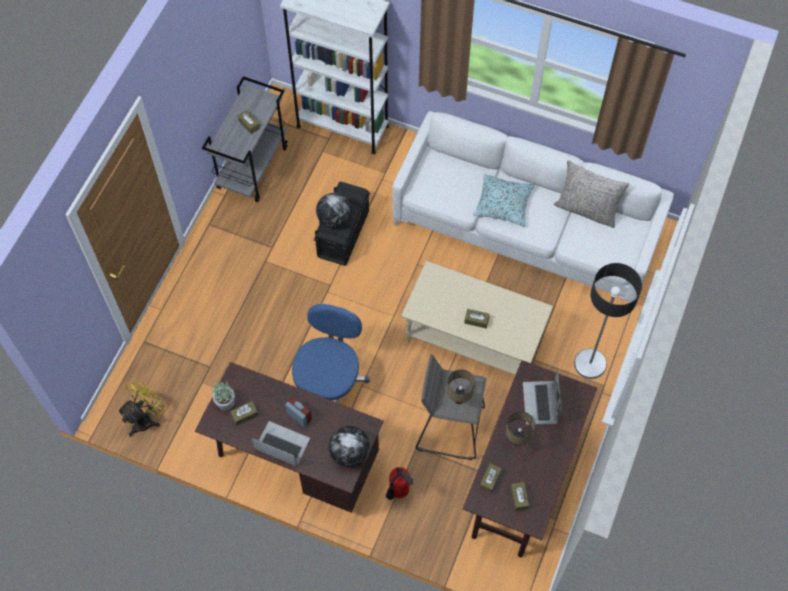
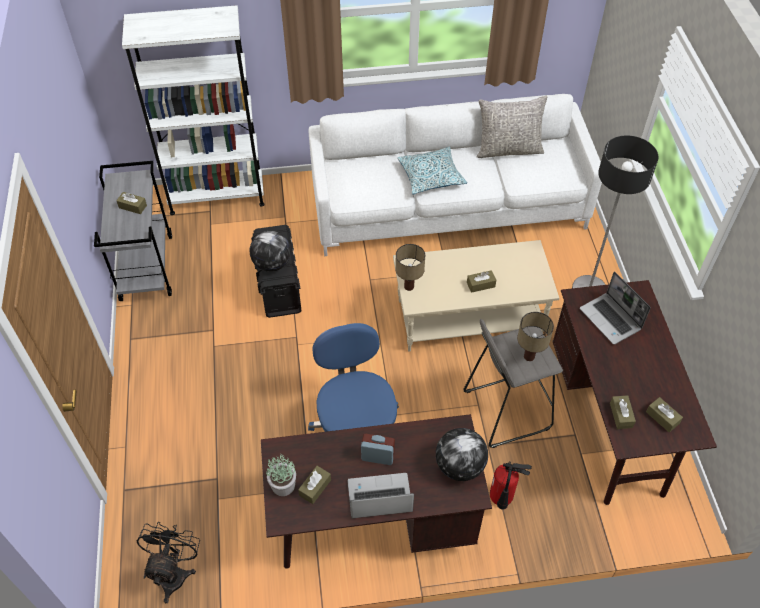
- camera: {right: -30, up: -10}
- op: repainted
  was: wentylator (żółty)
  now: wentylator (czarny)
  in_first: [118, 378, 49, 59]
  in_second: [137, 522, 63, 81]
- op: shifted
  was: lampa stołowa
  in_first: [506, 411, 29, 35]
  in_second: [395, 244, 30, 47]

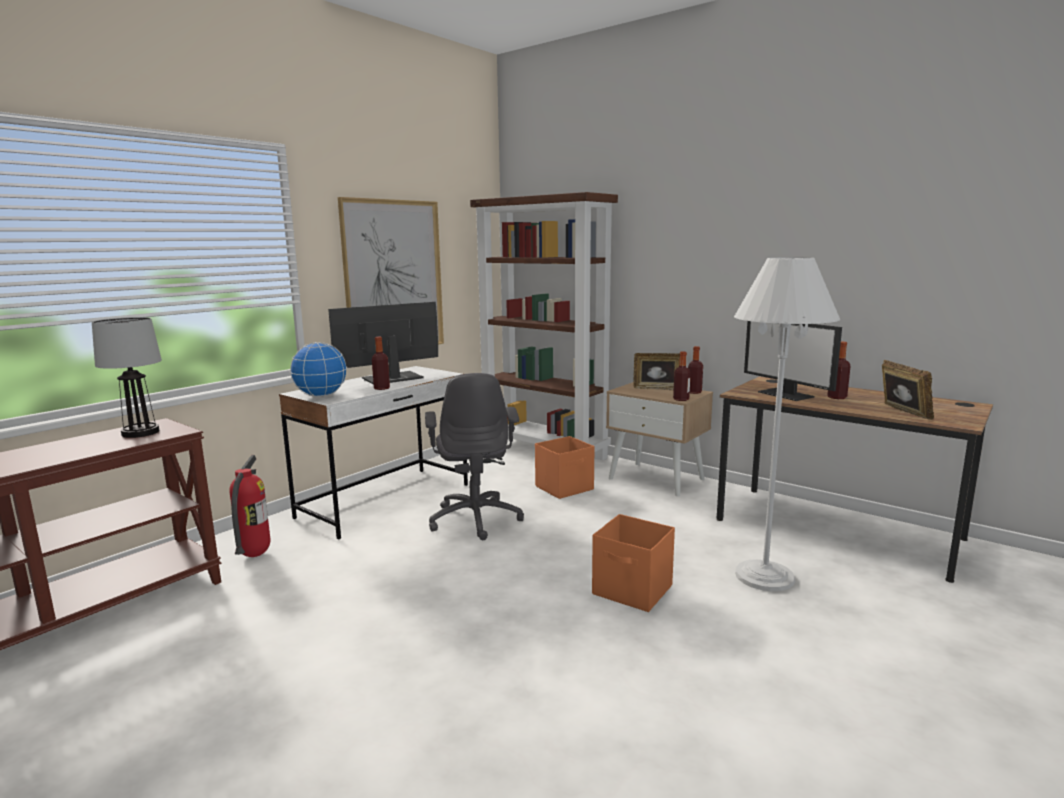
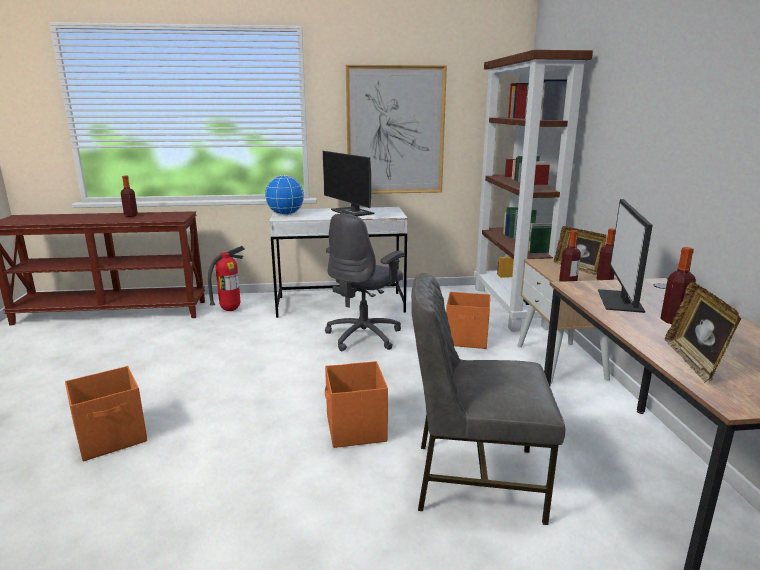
- camera: {right: 45, up: 5}
- op: swapped
  was: lampa stojąca (biały)
  now: krzesło (szary)
  in_first: [734, 257, 106, 334]
  in_second: [411, 273, 154, 252]
- op: rotated
  was: monitor
  in_first: [328, 302, 110, 82]
  in_second: [323, 151, 52, 66]
  clockwise: -135
- op: gone
  was: lampa stołowa
  in_first: [92, 317, 70, 121]
- op: shifted
  was: butelka
  in_first: [372, 337, 18, 53]
  in_second: [121, 176, 17, 41]
- op: rotated
  was: ramka na zdjęcie
  in_first: [882, 360, 52, 59]
  in_second: [665, 281, 76, 102]
  clockwise: 150
- op: new
  now: pojemnik do przechowywania (pomarańczowy)
  in_second: [65, 366, 82, 95]

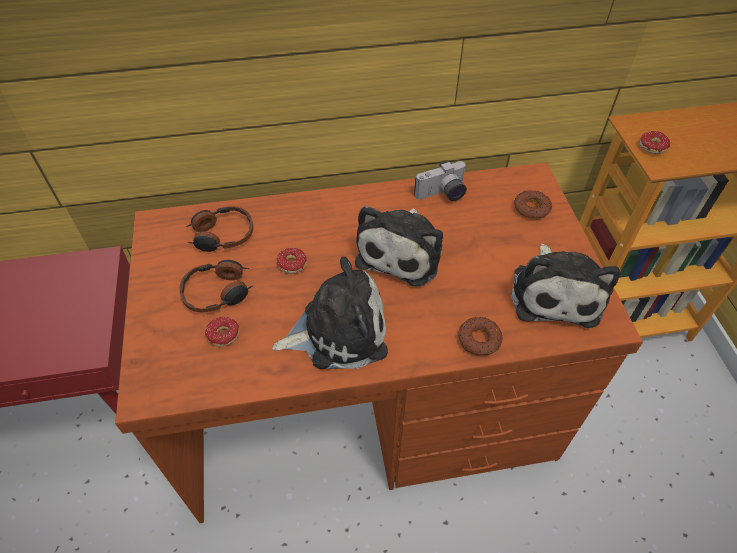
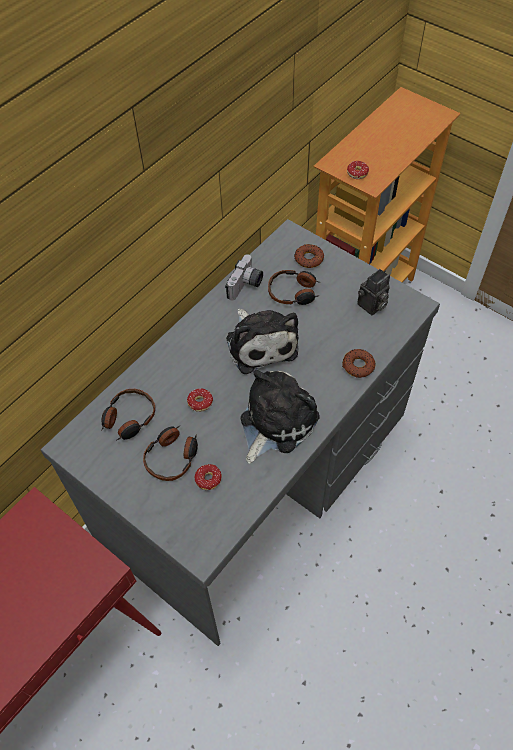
- camera: {right: -40, up: 5}
- op: repainted
  was: biurko (brązowy)
  now: biurko (szary)
  in_first: [115, 162, 528, 361]
  in_second: [41, 219, 399, 427]
- op: swapped
  was: pluszak
  now: aparat fotograficzny
  in_first: [511, 244, 109, 84]
  in_second: [357, 269, 33, 46]
- op: new
  now: słuchawki
  in_second: [268, 270, 52, 35]

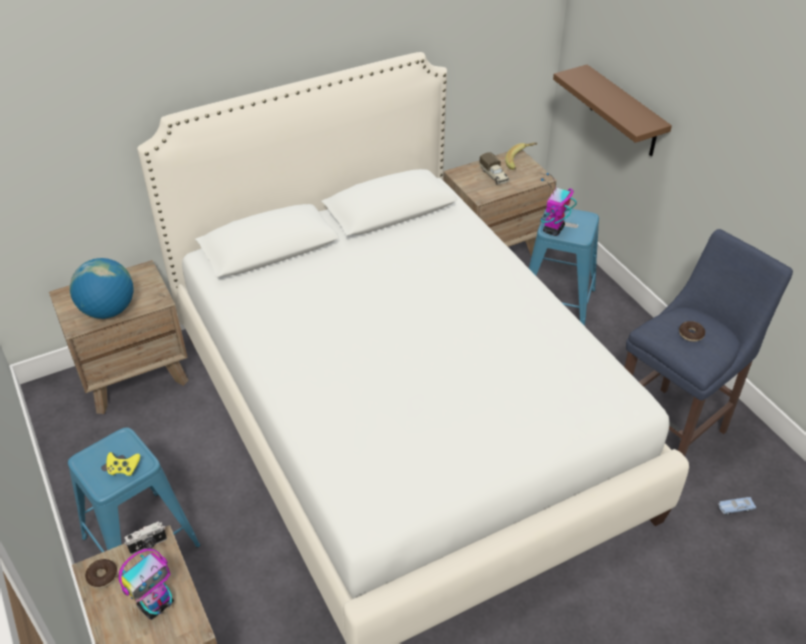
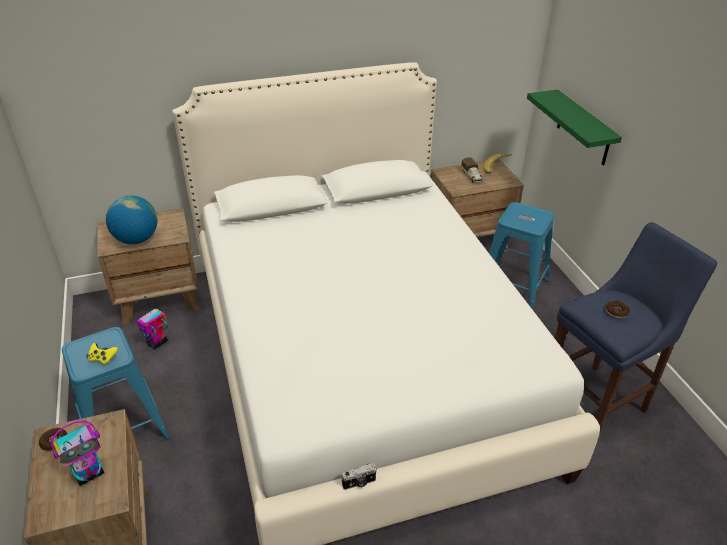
- camera: {right: 10, up: -5}
- op: repainted
  was: półka (brązowy)
  now: półka (zielony)
  in_first: [553, 65, 119, 91]
  in_second: [527, 89, 95, 77]
- op: shifted
  was: robot zabawkowy
  in_first: [541, 173, 36, 63]
  in_second: [135, 296, 33, 53]
- op: gone
  was: samochodzik (niebieski)
  in_first: [718, 497, 38, 18]
- op: shifted
  was: aparat fotograficzny
  in_first: [124, 521, 43, 33]
  in_second: [341, 463, 36, 27]

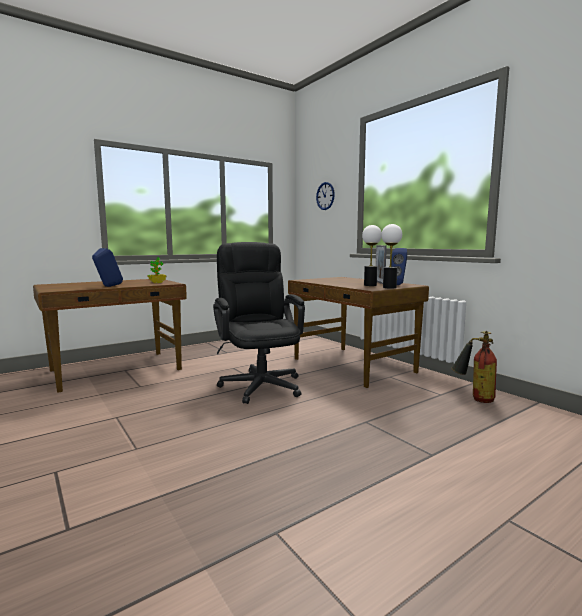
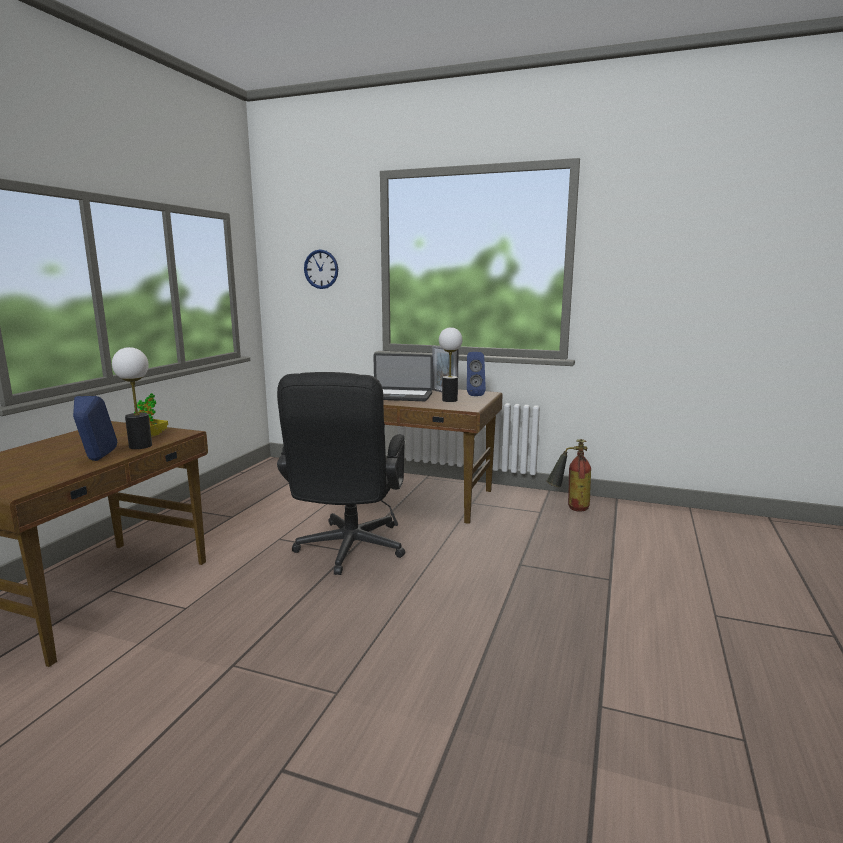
- camera: {right: -35, up: 5}
- op: shifted
  was: lampa stołowa
  in_first: [381, 224, 21, 64]
  in_second: [112, 347, 40, 102]
- op: rotated
  was: krzesło biurowe (czarny)
  in_first: [213, 242, 92, 162]
  in_second: [277, 372, 128, 203]
  clockwise: -120
- op: new
  now: laptop
  in_second: [373, 354, 60, 47]

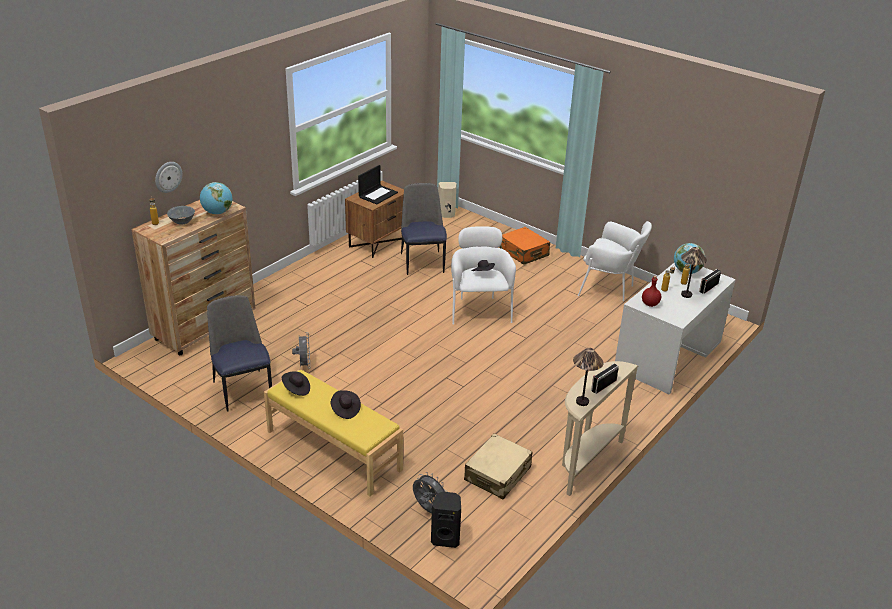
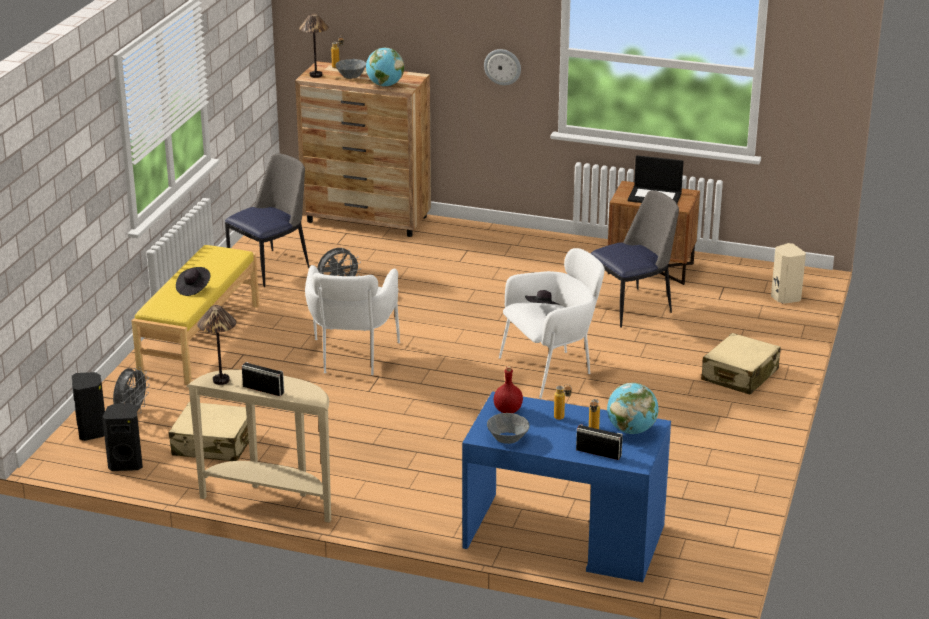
- camera: {right: 70, up: -5}
- op: shifted
  was: zegar ścienny
  in_first: [155, 162, 27, 31]
  in_second: [484, 49, 37, 36]
- op: shifted
  was: fotel (biały)
  in_first: [578, 221, 74, 80]
  in_second: [305, 265, 95, 110]
- op: repainted
  was: walizka (pomarańczowy)
  now: walizka (beżowy)
  in_first: [499, 227, 51, 38]
  in_second: [701, 333, 80, 62]
- op: shifted
  was: lampa stołowa
  in_first: [681, 247, 26, 51]
  in_second: [299, 13, 30, 65]
- op: repainted
  was: biurko (biały)
  now: biurko (niebieski)
  in_first: [615, 263, 121, 132]
  in_second: [462, 391, 209, 191]
- op: gone
  was: kapelusz (czarny)
  in_first: [282, 371, 28, 25]
- op: new
  now: głośnik (czarny)
  in_second: [102, 403, 41, 68]
- op: new
  now: miska (szary)
  in_second: [487, 413, 43, 31]

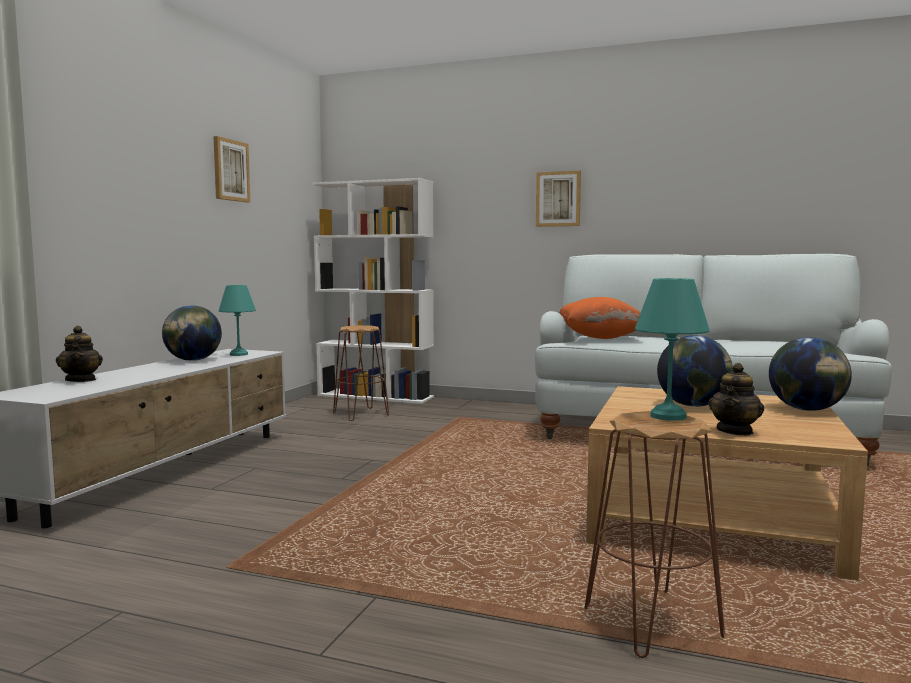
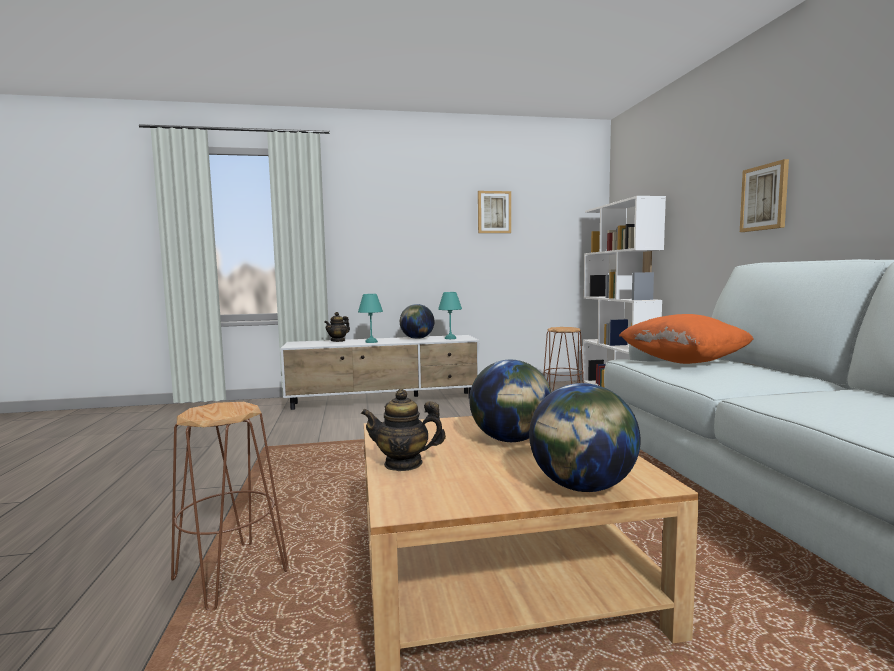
- camera: {right: 60, up: 0}
- op: shifted
  was: lampa stołowa (turkusowy)
  in_first: [635, 278, 75, 143]
  in_second: [358, 294, 25, 49]

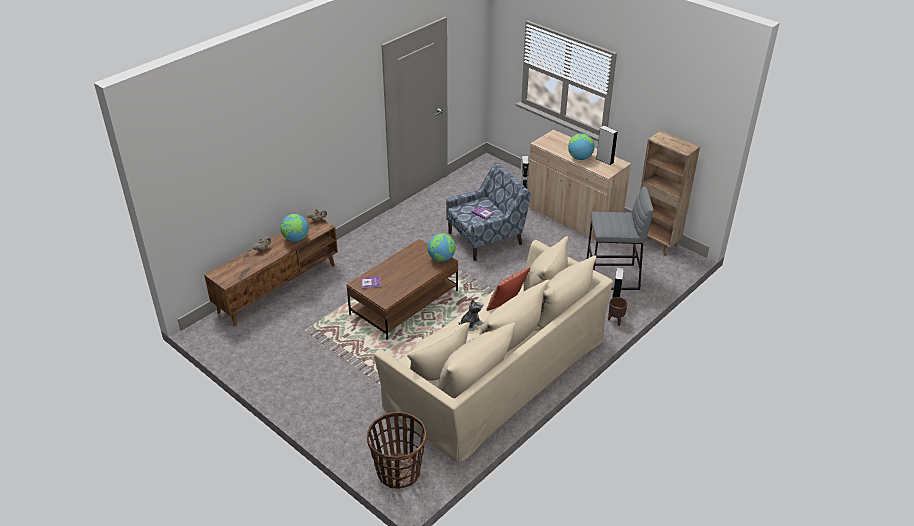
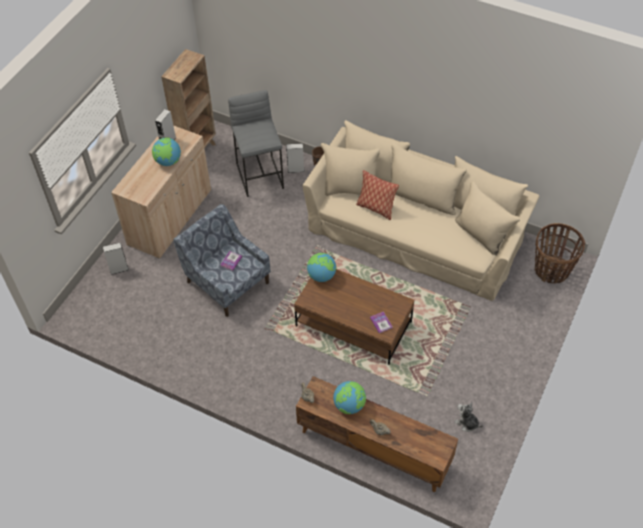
- camera: {right: -105, up: 15}
- op: shifted
  was: pluszak
  in_first: [459, 299, 25, 32]
  in_second: [454, 402, 29, 30]

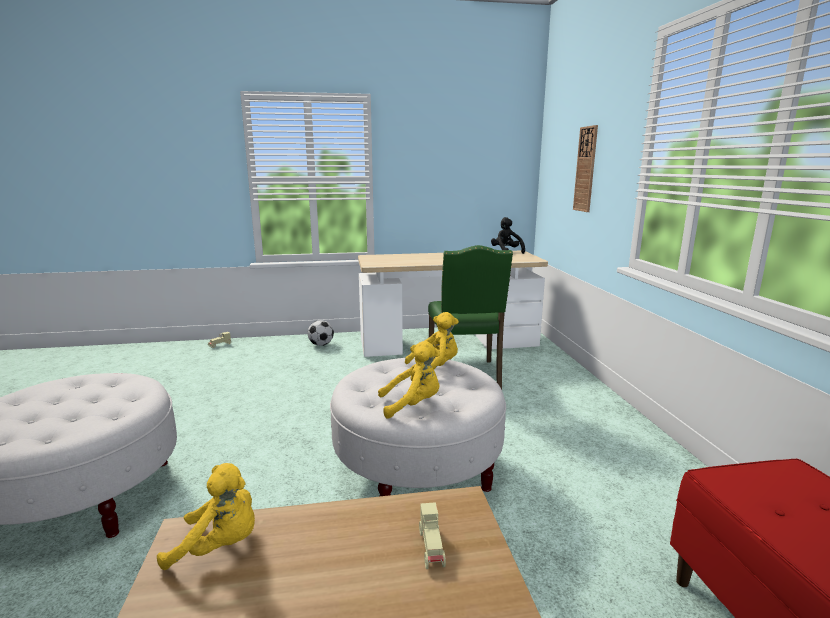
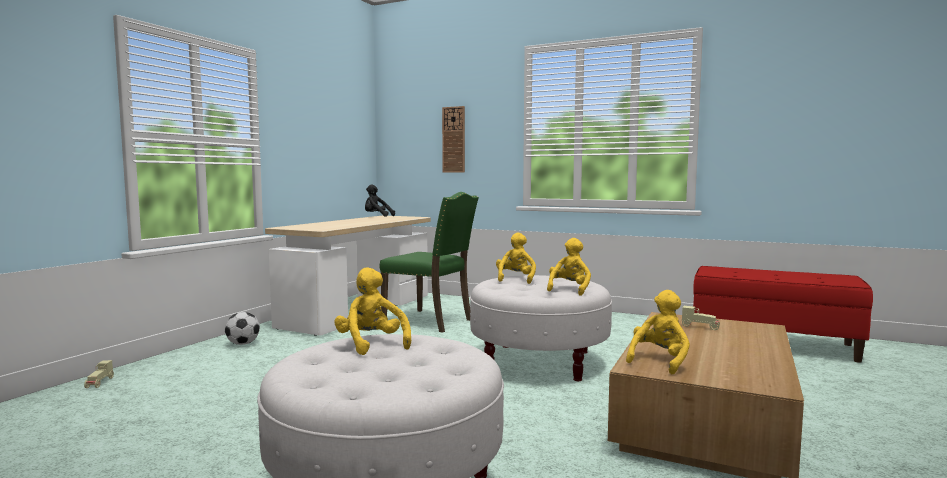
- camera: {right: -55, up: -10}
- op: new
  now: pluszak (żółty)
  in_second: [334, 267, 77, 88]

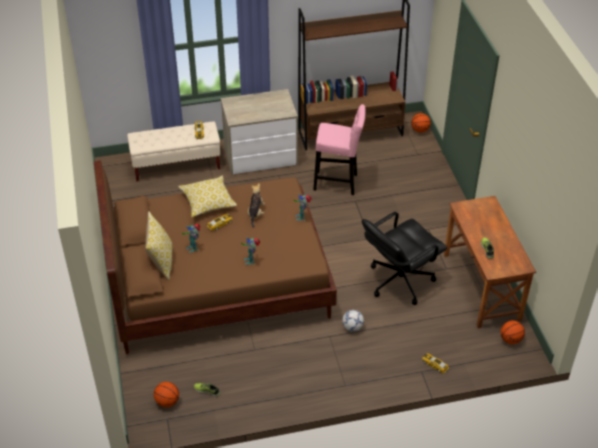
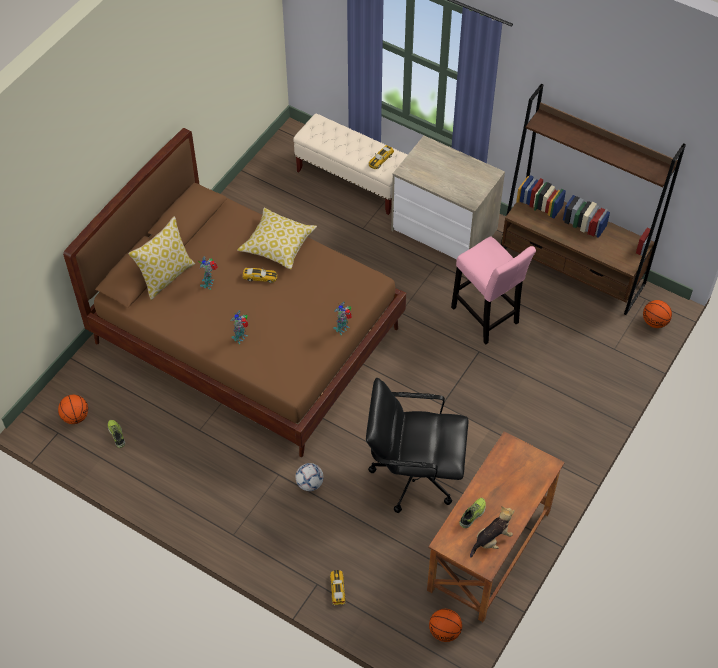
- camera: {right: 45, up: 10}
- op: shifted
  was: pluszak
  in_first: [248, 184, 17, 44]
  in_second: [470, 506, 45, 51]

